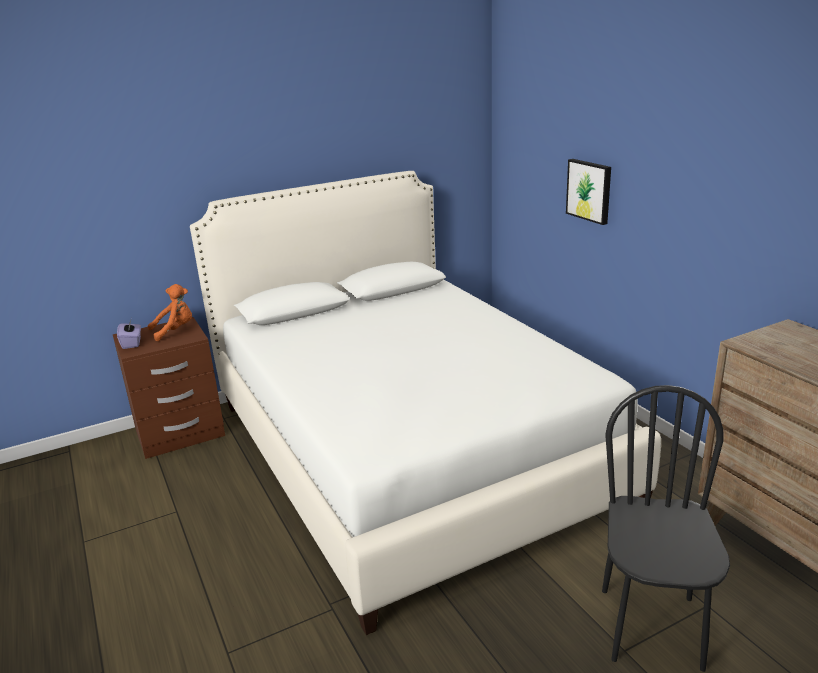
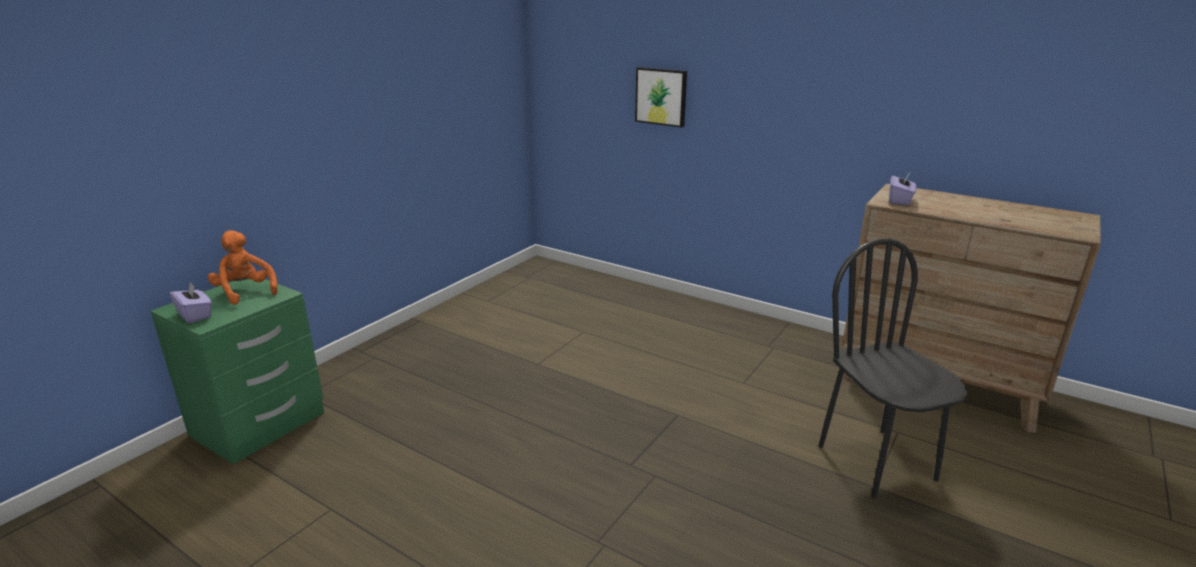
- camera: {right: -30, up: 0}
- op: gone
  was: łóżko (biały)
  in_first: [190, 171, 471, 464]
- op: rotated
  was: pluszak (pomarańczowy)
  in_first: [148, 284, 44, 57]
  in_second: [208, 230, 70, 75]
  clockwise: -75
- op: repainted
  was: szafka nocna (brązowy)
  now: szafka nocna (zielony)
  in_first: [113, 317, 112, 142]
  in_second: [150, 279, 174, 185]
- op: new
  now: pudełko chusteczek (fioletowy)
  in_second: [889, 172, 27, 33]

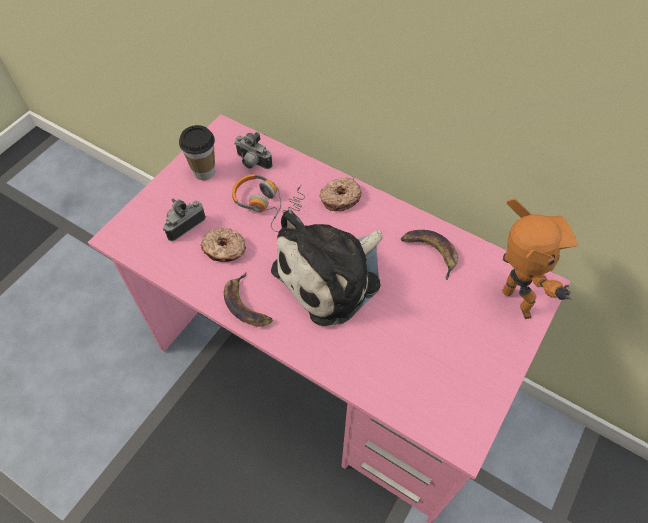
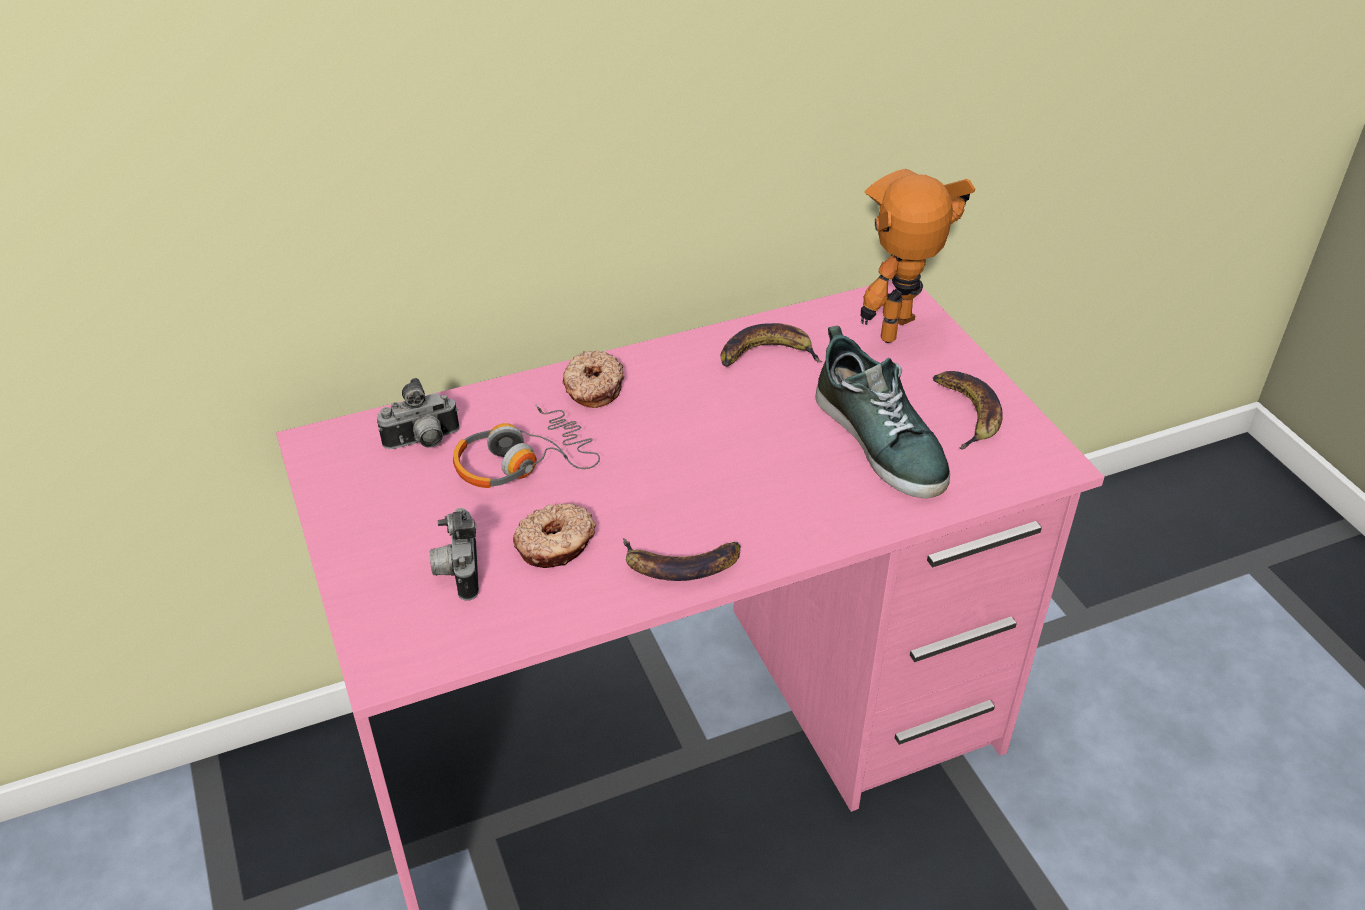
- camera: {right: -55, up: -15}
- op: gone
  was: filiżanka
  in_first: [179, 125, 36, 55]
- op: rotated
  was: robot zabawkowy
  in_first: [503, 198, 75, 121]
  in_second: [861, 169, 114, 174]
  clockwise: -60
- op: gone
  was: pluszak
  in_first: [271, 210, 111, 116]
- op: new
  now: but
  in_second: [815, 325, 135, 173]
- op: new
  now: banan
  in_second: [933, 371, 70, 79]

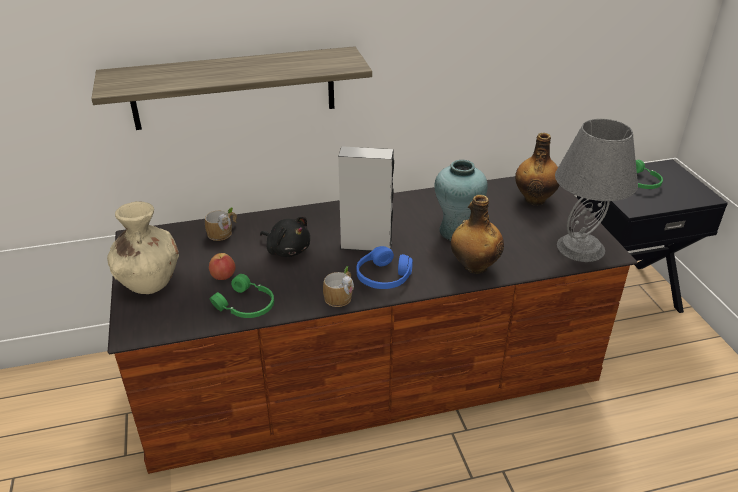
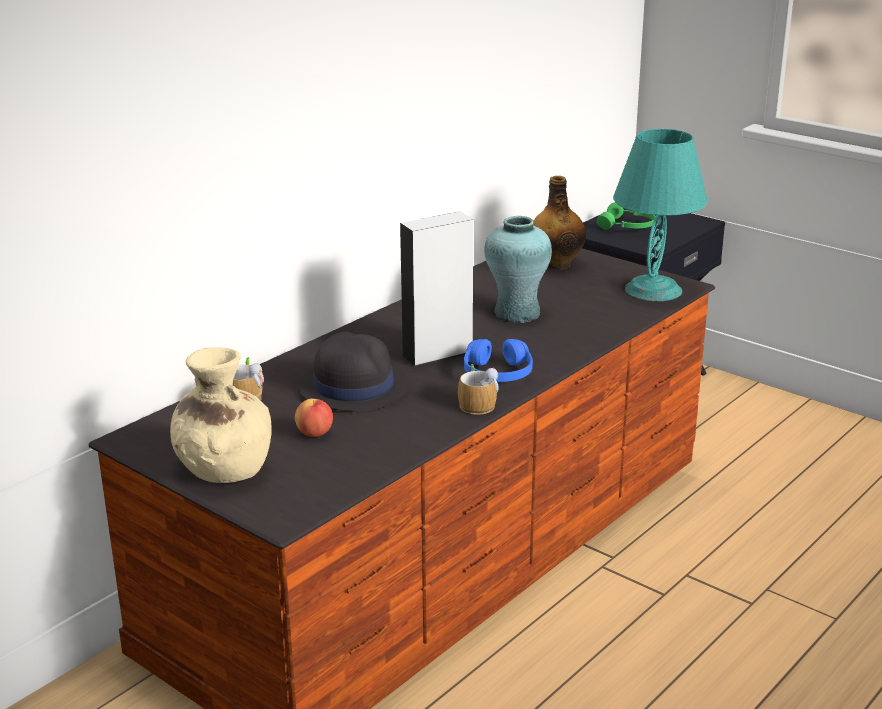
- camera: {right: -35, up: -10}
- op: gone
  was: półka
  in_first: [91, 46, 281, 84]
- op: repainted
  was: lampa stołowa (szary)
  now: lampa stołowa (turkusowy)
  in_first: [555, 119, 83, 143]
  in_second: [613, 129, 95, 172]
- op: gone
  was: butelka
  in_first: [451, 195, 53, 79]
- op: swapped
  was: pluszak (czarny)
  now: kapelusz (czarny)
  in_first: [260, 217, 50, 40]
  in_second: [298, 332, 112, 81]
- op: gone
  was: słuchawki (zielony)
  in_first: [210, 274, 64, 44]

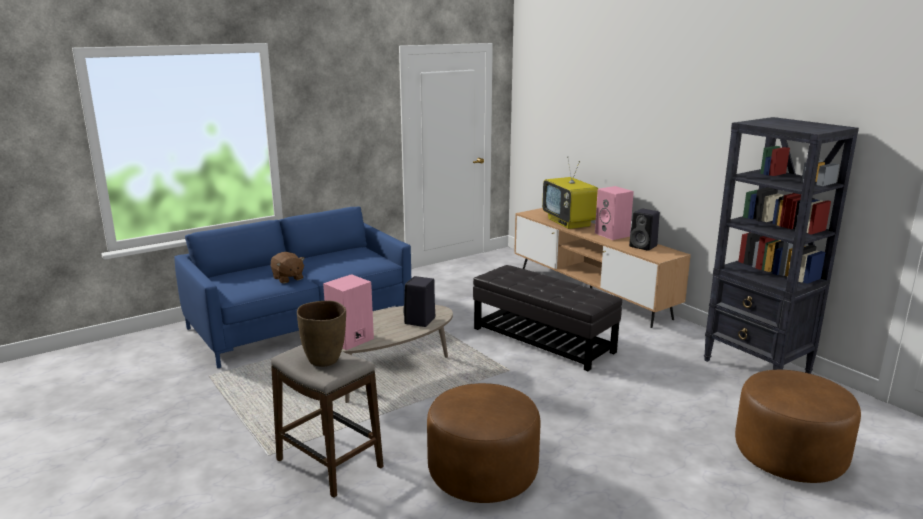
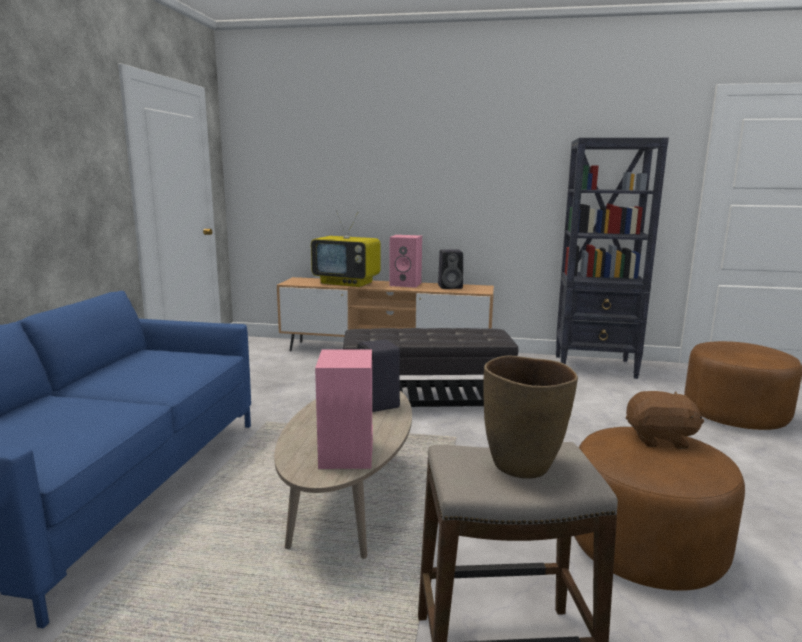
- camera: {right: -45, up: -5}
- op: shifted
  was: pluszak (brązowy)
  in_first: [271, 252, 34, 32]
  in_second: [626, 391, 78, 58]

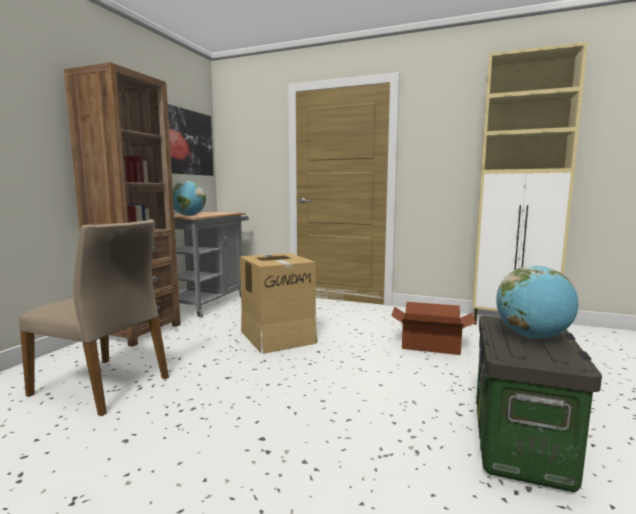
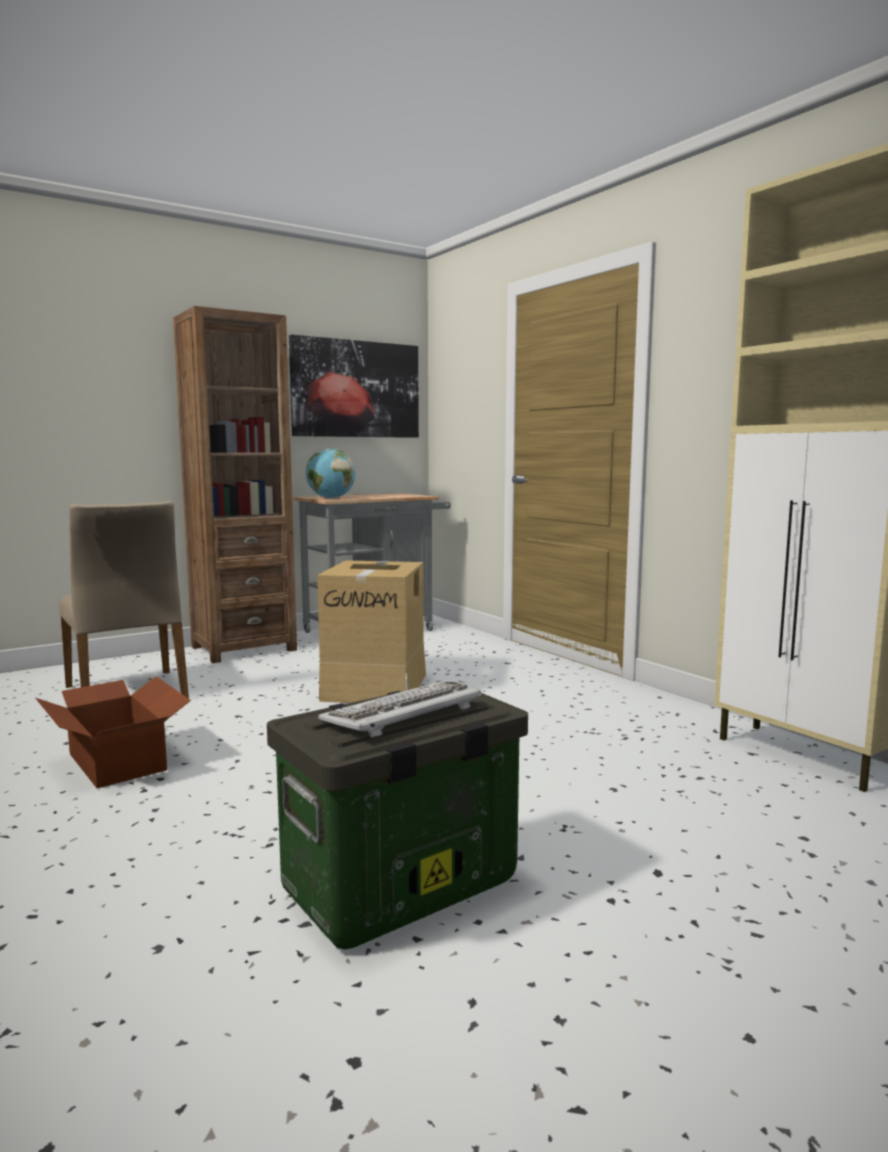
- camera: {right: 35, up: 0}
- op: swapped
  was: globus
  now: klawiatura
  in_first: [496, 265, 83, 73]
  in_second: [318, 682, 163, 56]
- op: shifted
  was: karton
  in_first: [391, 302, 85, 53]
  in_second: [35, 676, 156, 112]

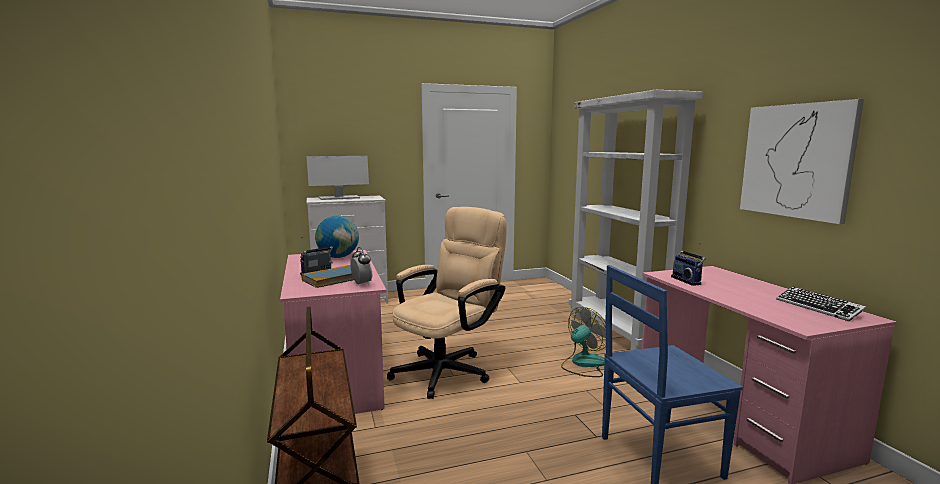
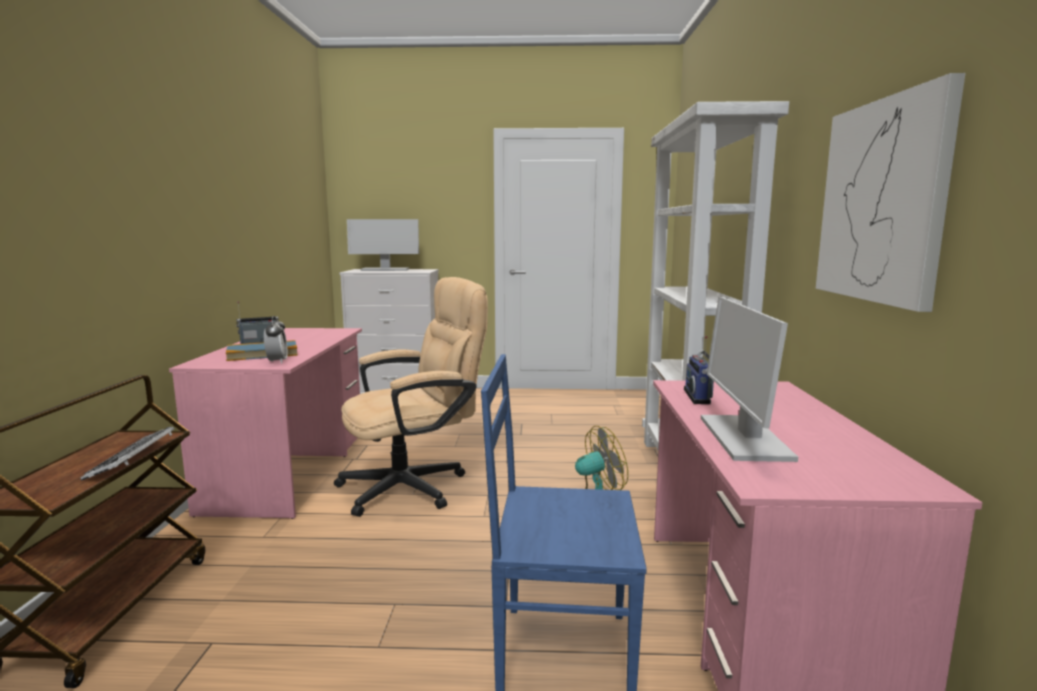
- camera: {right: 20, up: 0}
- op: gone
  was: globus
  in_first: [315, 216, 44, 42]
- op: shifted
  was: klawiatura
  in_first: [776, 286, 90, 35]
  in_second: [80, 427, 94, 54]
- op: new
  now: monitor
  in_second: [701, 296, 97, 166]

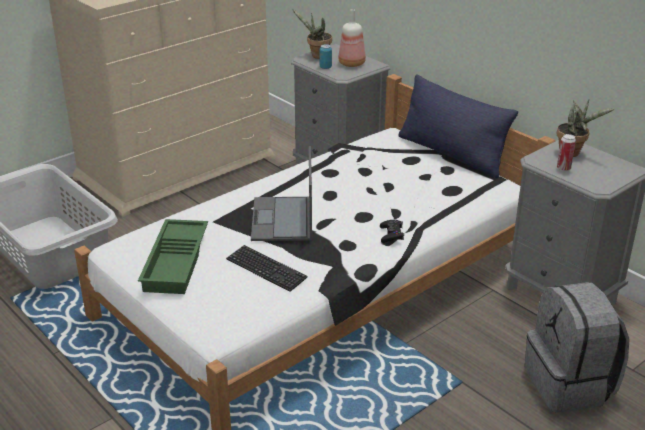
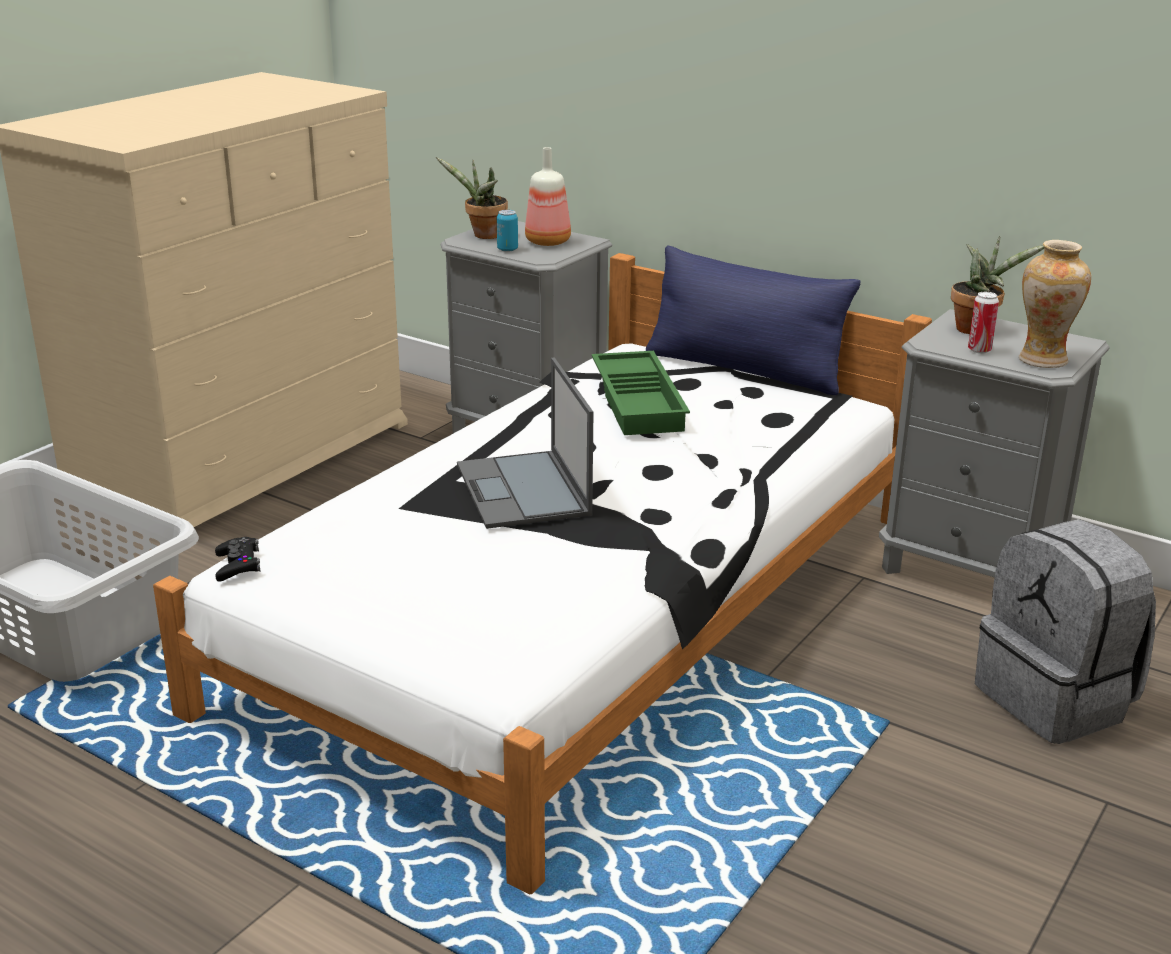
- camera: {right: -15, up: -5}
- op: shifted
  was: taca (zielony)
  in_first: [138, 219, 70, 75]
  in_second: [592, 351, 98, 84]
- op: shifted
  was: pad do gier (czarny)
  in_first: [380, 220, 24, 23]
  in_second: [215, 537, 46, 45]
- op: gone
  was: klawiatura
  in_first: [226, 245, 82, 47]
- op: new
  now: wazon
  in_second: [1019, 240, 72, 128]

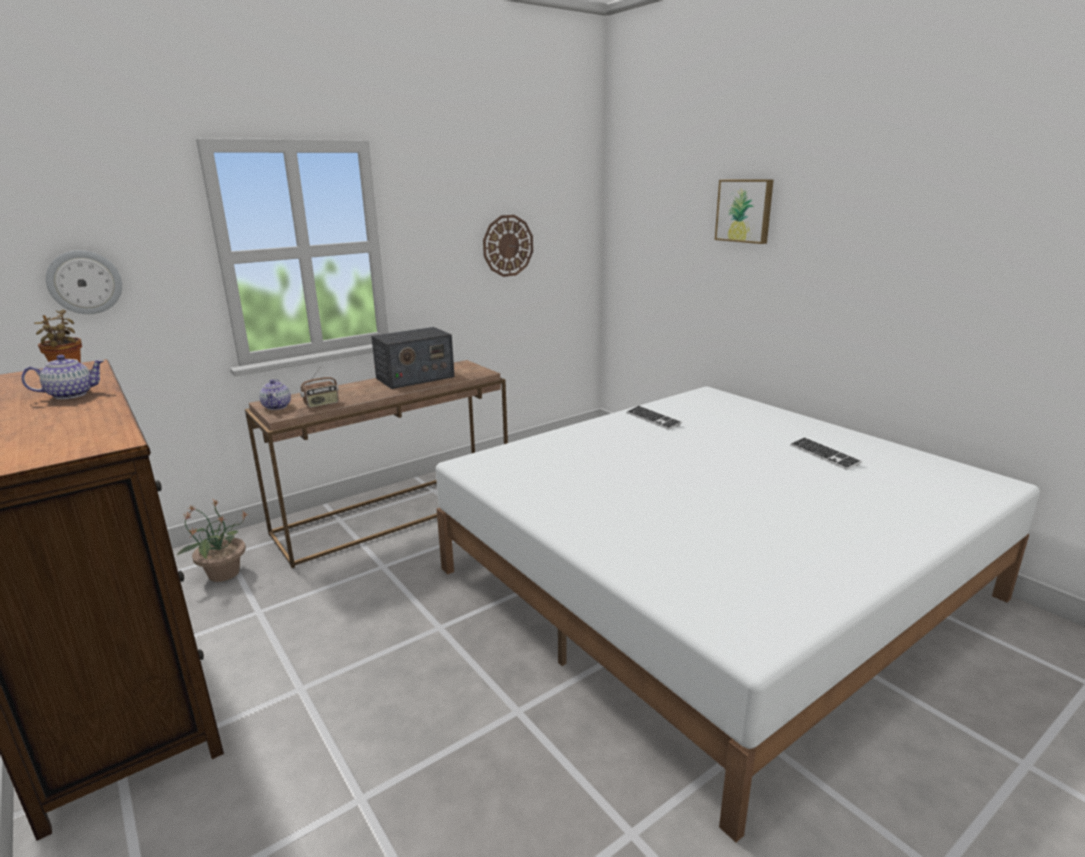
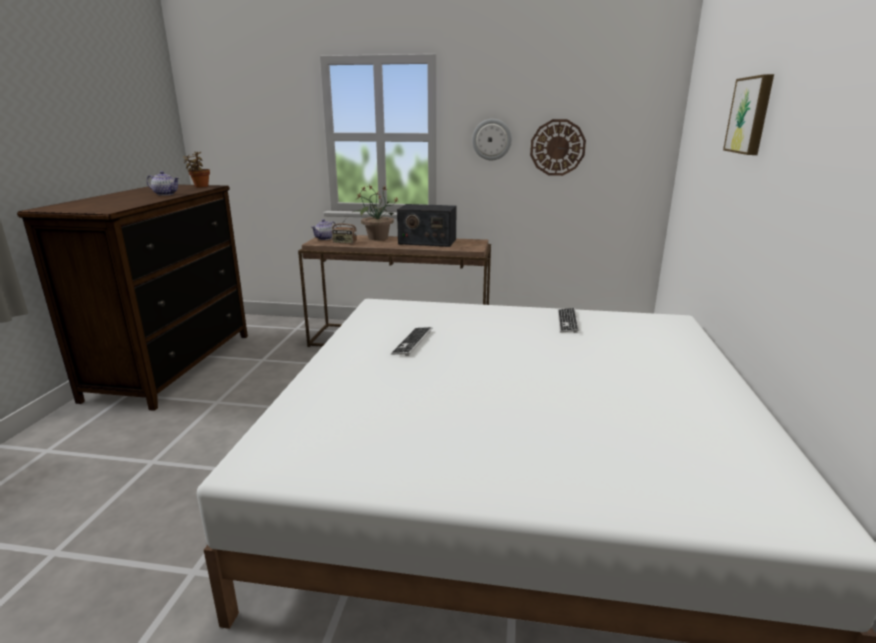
- camera: {right: 45, up: 0}
- op: shifted
  was: zegar ścienny
  in_first: [46, 250, 76, 64]
  in_second: [472, 119, 40, 41]
- op: shifted
  was: klawiatura
  in_first: [790, 437, 72, 33]
  in_second: [391, 327, 42, 29]
- op: shifted
  was: roślina doniczkowa
  in_first: [176, 499, 72, 83]
  in_second: [353, 185, 45, 55]

